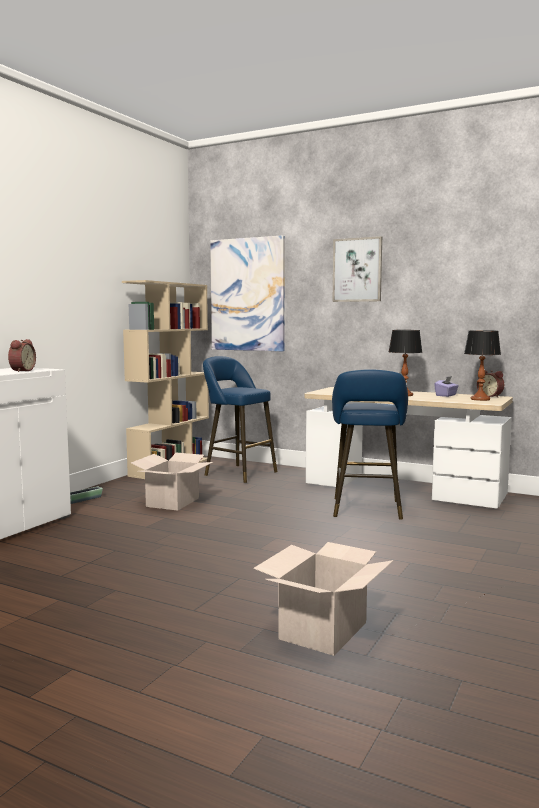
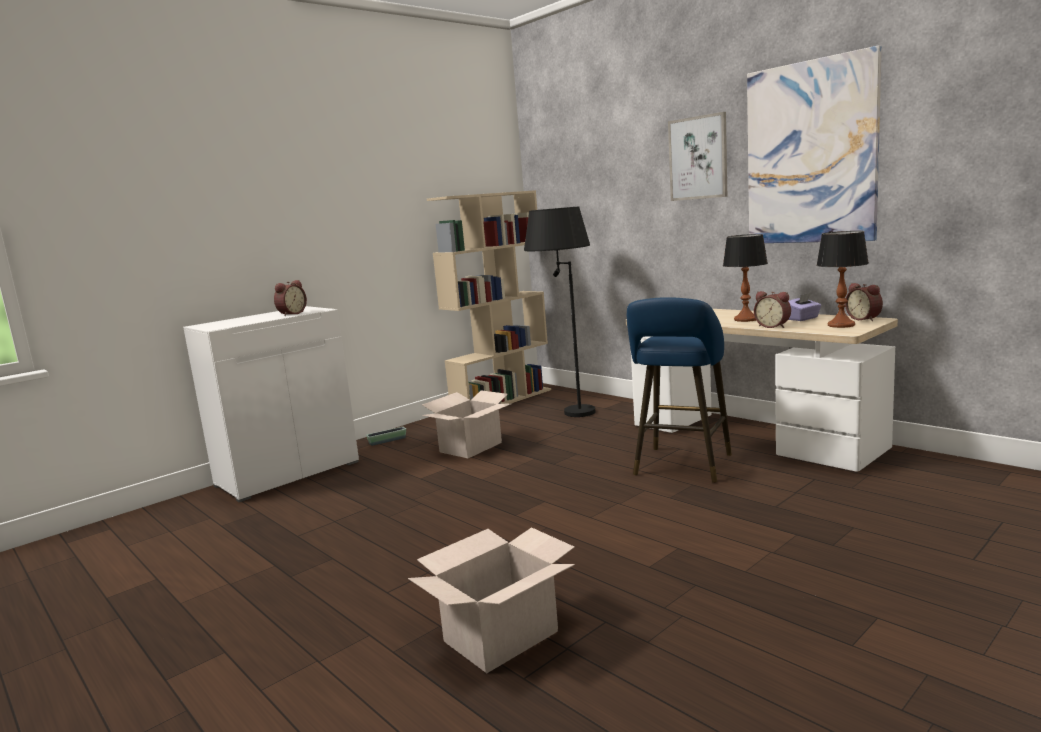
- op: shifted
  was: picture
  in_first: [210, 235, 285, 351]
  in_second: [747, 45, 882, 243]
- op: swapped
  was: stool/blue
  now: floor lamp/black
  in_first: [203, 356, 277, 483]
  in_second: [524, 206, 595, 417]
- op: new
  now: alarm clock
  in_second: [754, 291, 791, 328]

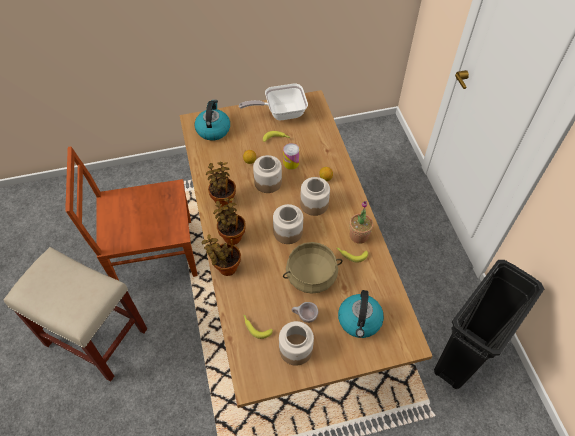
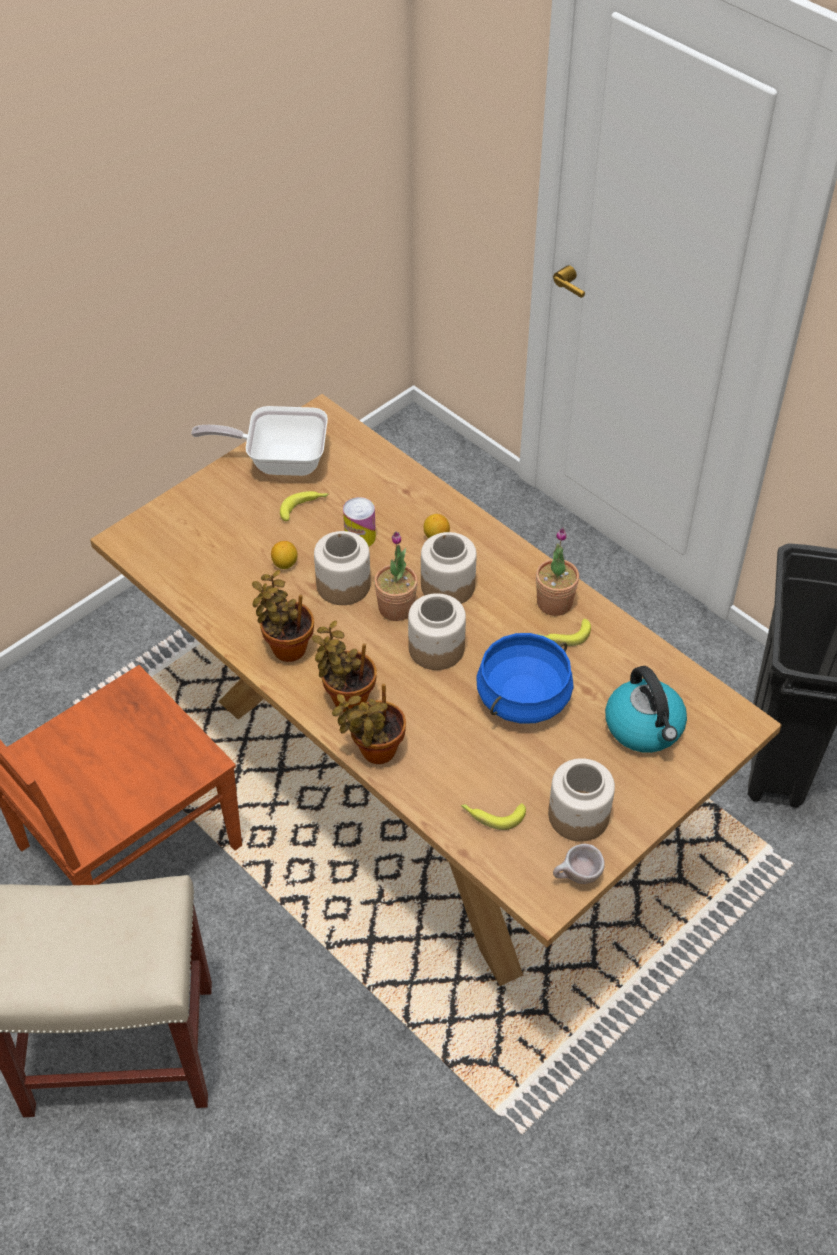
- op: rotated
  was: frying pan
  in_first: [239, 84, 308, 120]
  in_second: [191, 406, 328, 476]
  clockwise: 45
- op: gone
  was: kettle
  in_first: [195, 99, 230, 141]
- op: repainted
  was: cooking pot/beige
  now: cooking pot/blue
  in_first: [283, 242, 343, 294]
  in_second: [476, 633, 573, 724]
- op: shifted
  was: cup/beige
  in_first: [292, 302, 318, 323]
  in_second: [553, 844, 605, 884]
- op: new
  now: potted plant
  in_second: [374, 531, 418, 621]

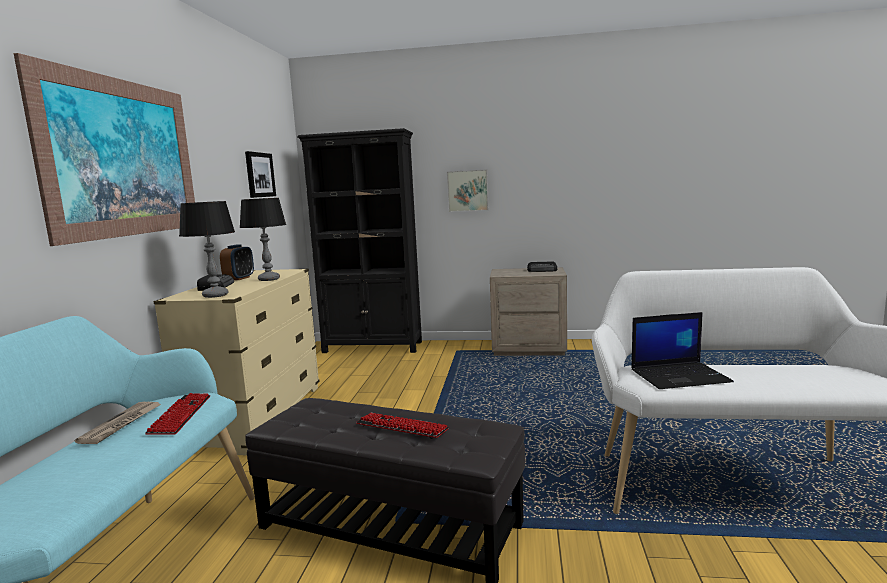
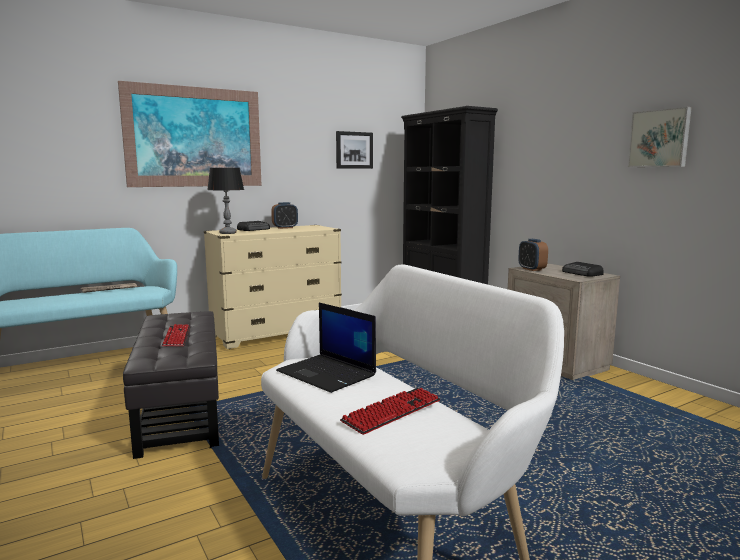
- op: shifted
  was: picture
  in_first: [447, 169, 489, 212]
  in_second: [628, 107, 692, 167]
- op: gone
  was: table lamp
  in_first: [239, 198, 286, 281]
- op: shifted
  was: keyboard
  in_first: [145, 393, 211, 435]
  in_second: [340, 388, 440, 435]
- op: new
  now: alarm clock
  in_second: [518, 239, 548, 271]

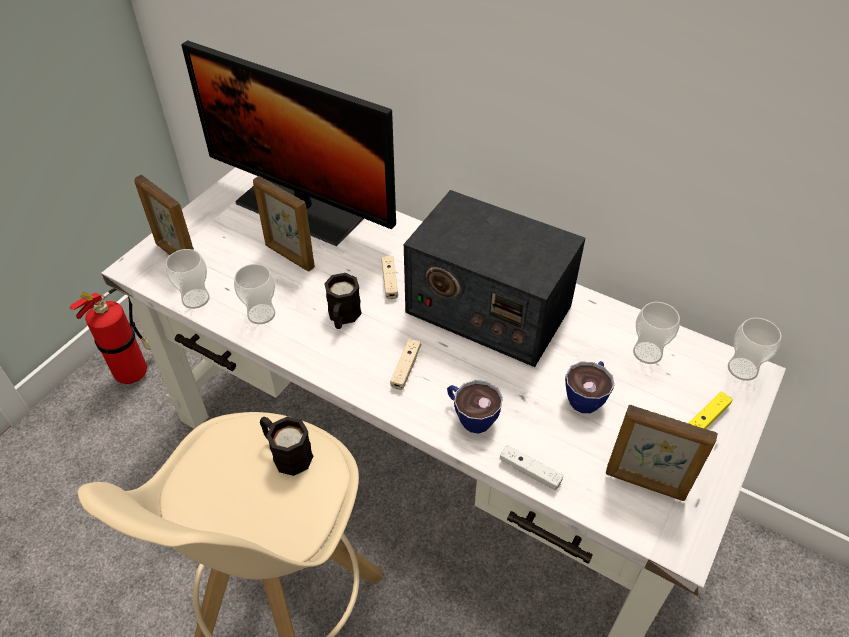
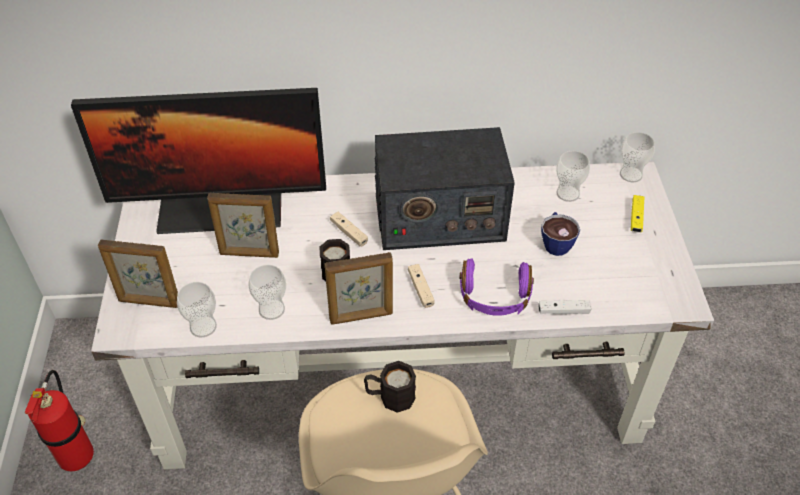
- op: swapped
  was: cup
  now: headphones/purple
  in_first: [447, 380, 503, 433]
  in_second: [459, 258, 534, 316]
- op: shifted
  was: picture frame
  in_first: [606, 405, 718, 501]
  in_second: [325, 252, 393, 325]

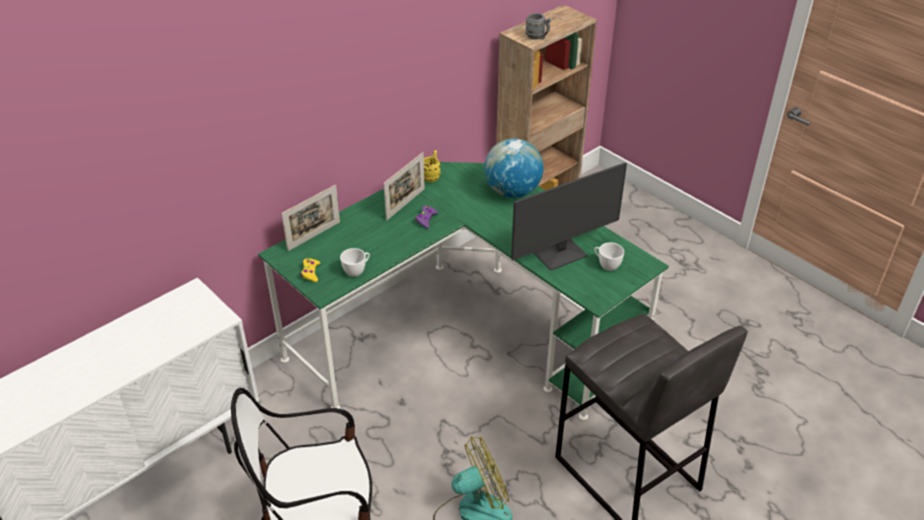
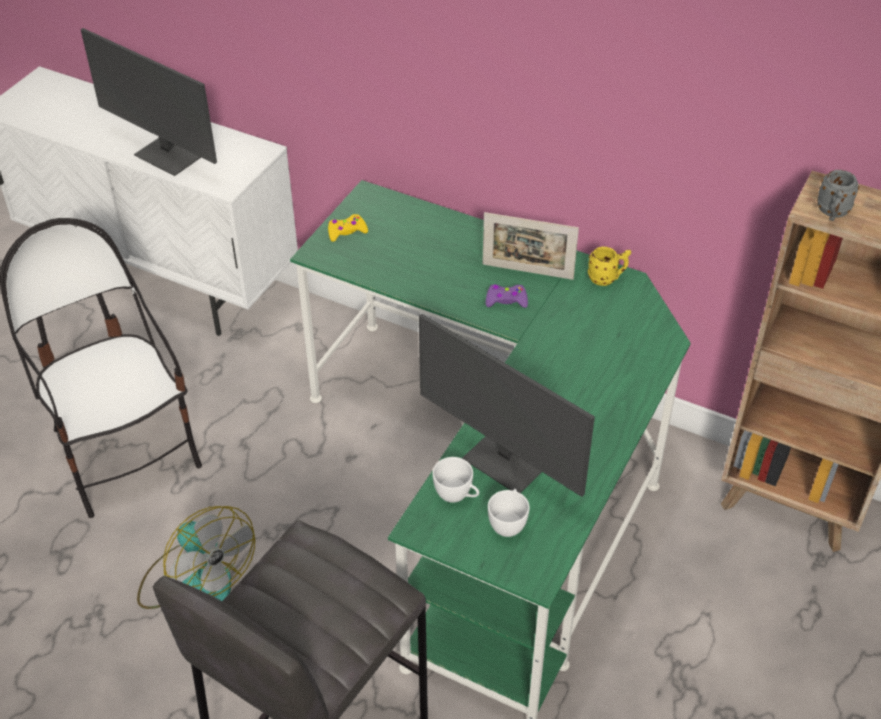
- op: gone
  was: globe
  in_first: [484, 138, 543, 198]
- op: gone
  was: picture frame
  in_first: [281, 185, 340, 251]
- op: shifted
  was: cup/white
  in_first: [340, 248, 370, 277]
  in_second: [432, 457, 479, 503]
- op: new
  now: monitor
  in_second: [81, 28, 217, 176]

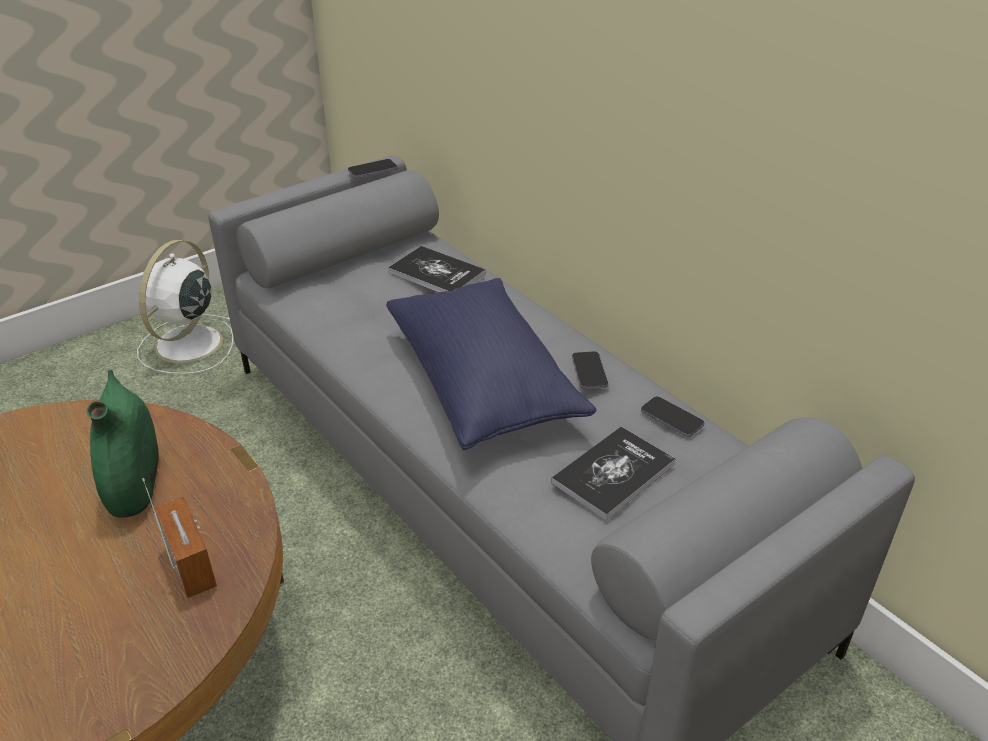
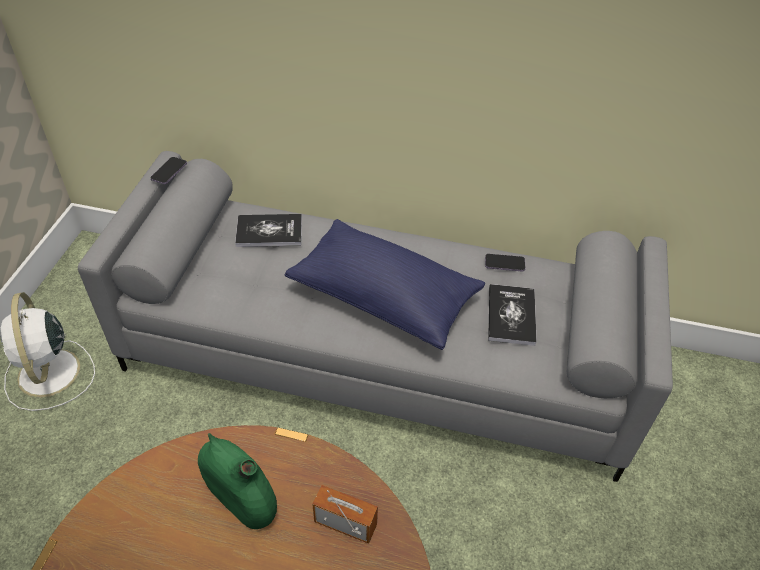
- op: gone
  was: phone
  in_first: [572, 351, 608, 389]

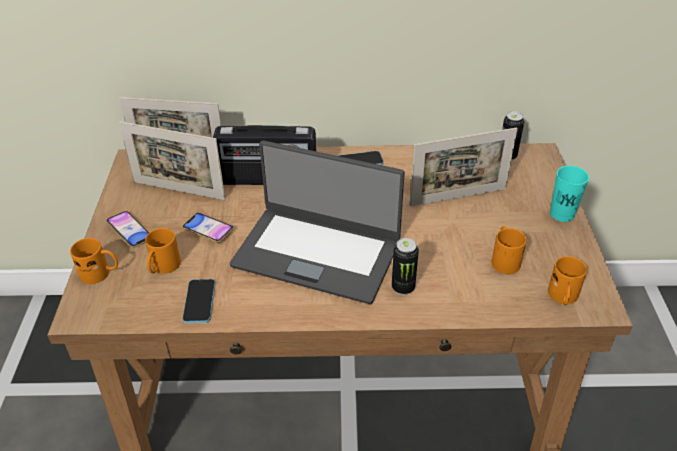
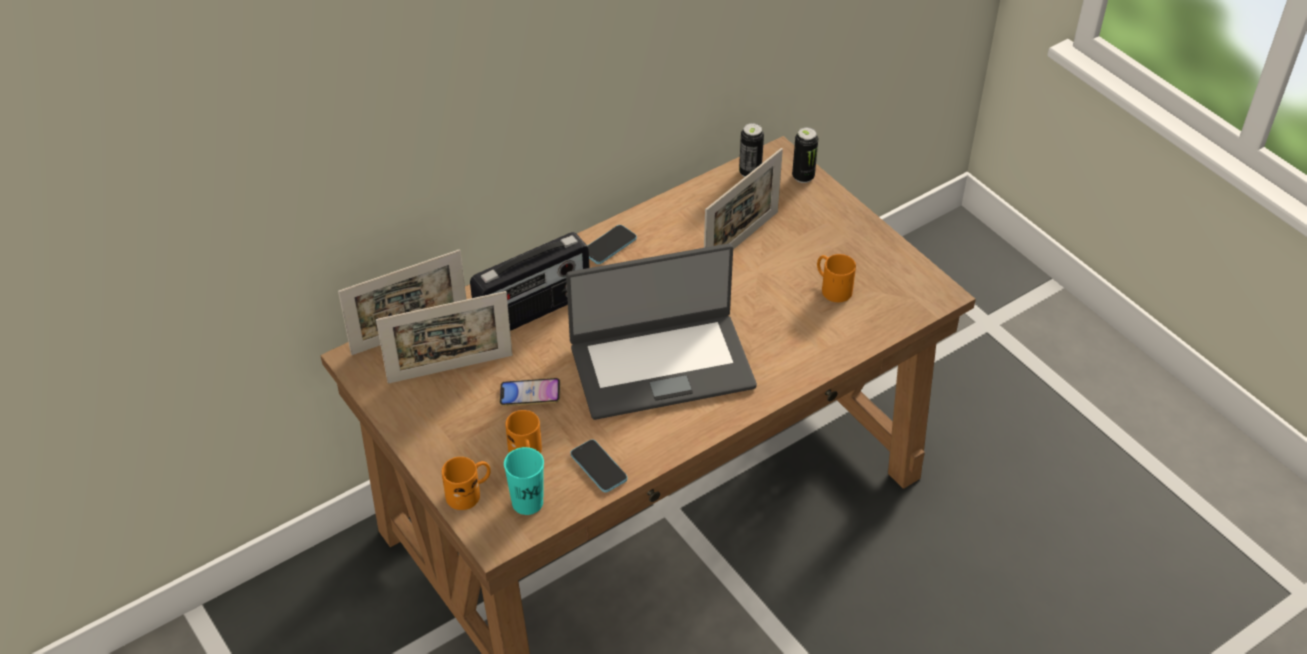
- op: shifted
  was: cup/turquoise
  in_first: [550, 166, 589, 222]
  in_second: [504, 447, 544, 515]
- op: gone
  was: phone
  in_first: [106, 211, 149, 248]
- op: shifted
  was: can
  in_first: [392, 238, 419, 295]
  in_second: [792, 127, 818, 183]
- op: gone
  was: mug/orange
  in_first: [548, 256, 587, 305]

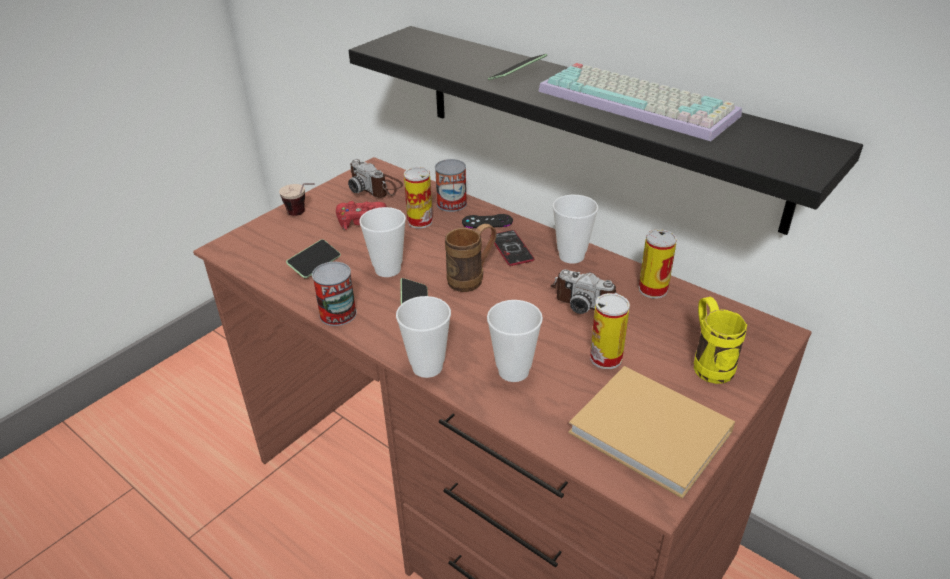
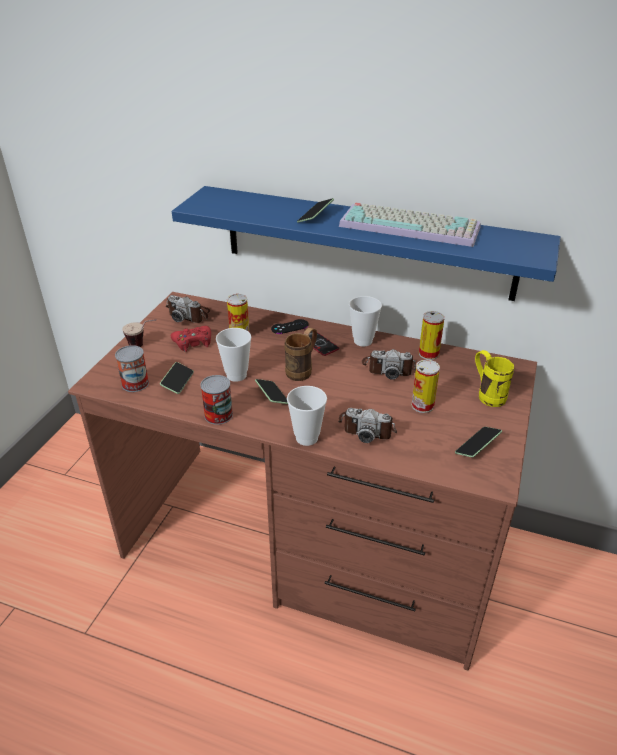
- op: repainted
  was: shelf/black
  now: shelf/blue
  in_first: [349, 26, 863, 235]
  in_second: [172, 186, 561, 301]
- op: shifted
  was: can
  in_first: [435, 159, 467, 212]
  in_second: [115, 345, 149, 392]
- op: swapped
  was: cup
  now: photo camera
  in_first: [487, 300, 543, 382]
  in_second: [338, 408, 397, 443]
- op: swapped
  was: book/beige
  now: phone
  in_first: [568, 366, 735, 499]
  in_second: [455, 427, 502, 457]

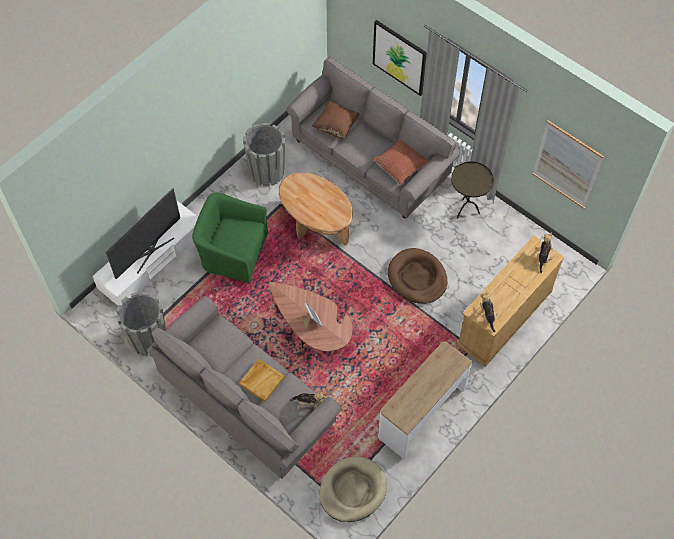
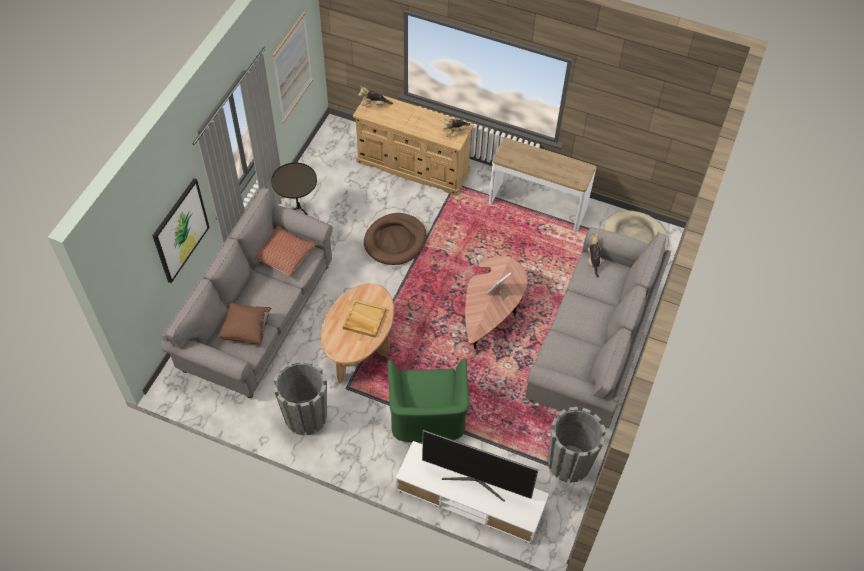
- op: shifted
  was: tray/beige
  in_first: [239, 359, 285, 402]
  in_second: [343, 299, 386, 338]

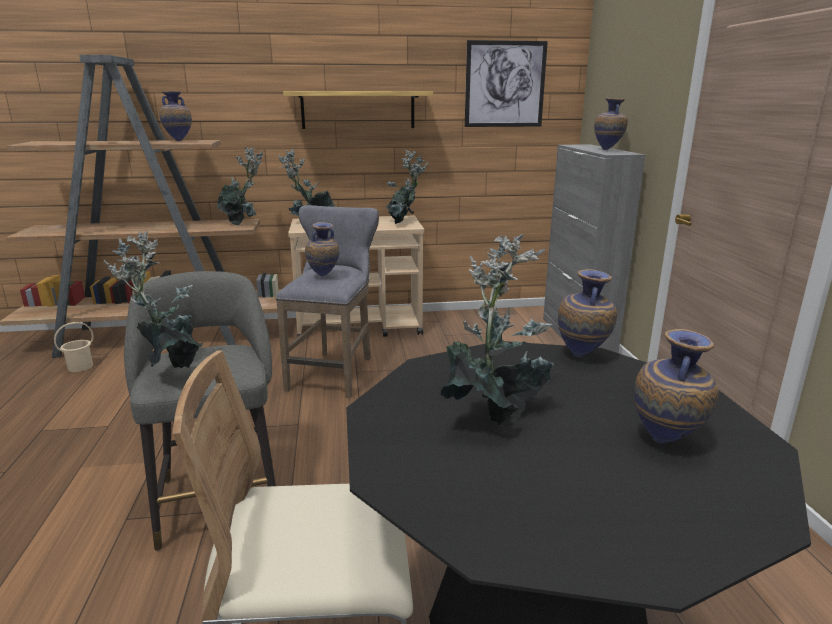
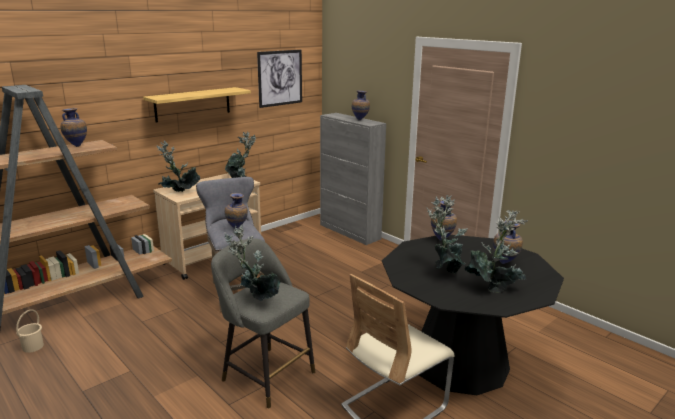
- op: shifted
  was: potted plant
  in_first: [217, 147, 263, 226]
  in_second: [464, 210, 528, 293]

